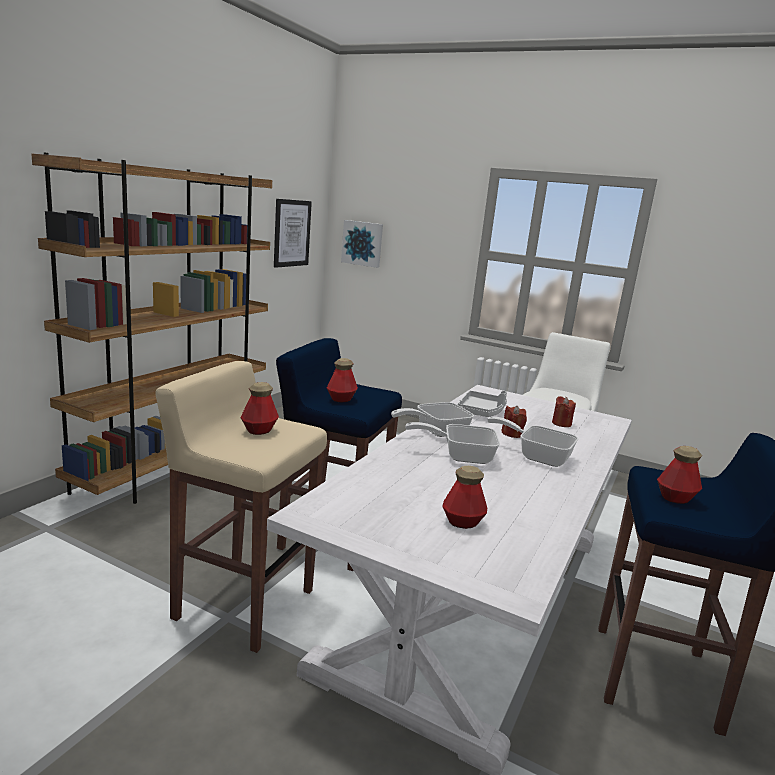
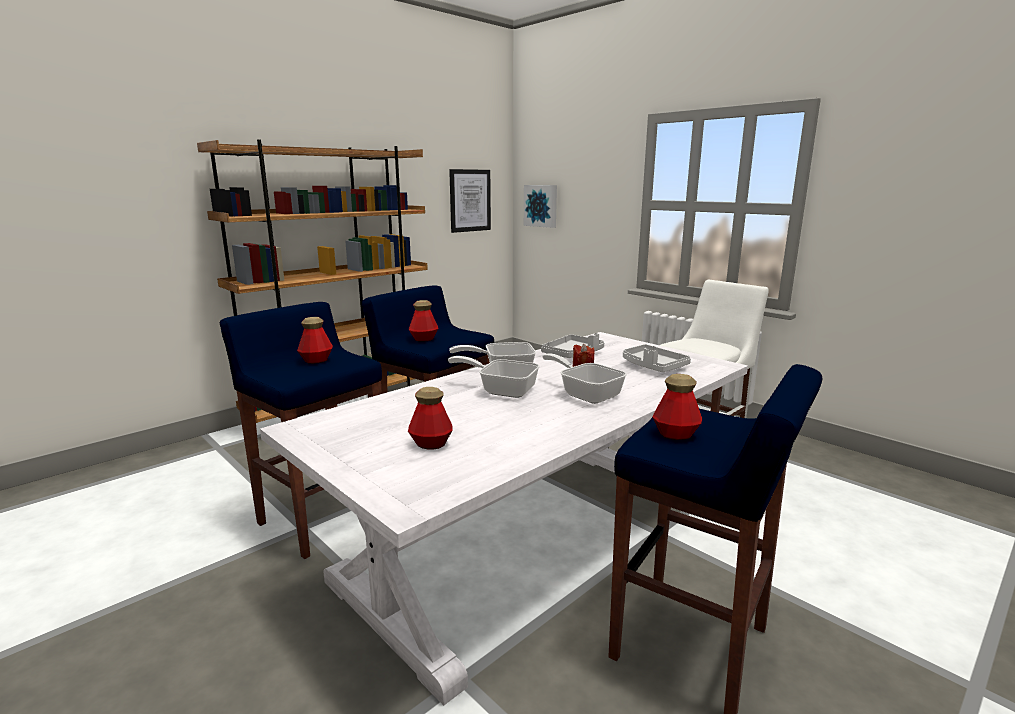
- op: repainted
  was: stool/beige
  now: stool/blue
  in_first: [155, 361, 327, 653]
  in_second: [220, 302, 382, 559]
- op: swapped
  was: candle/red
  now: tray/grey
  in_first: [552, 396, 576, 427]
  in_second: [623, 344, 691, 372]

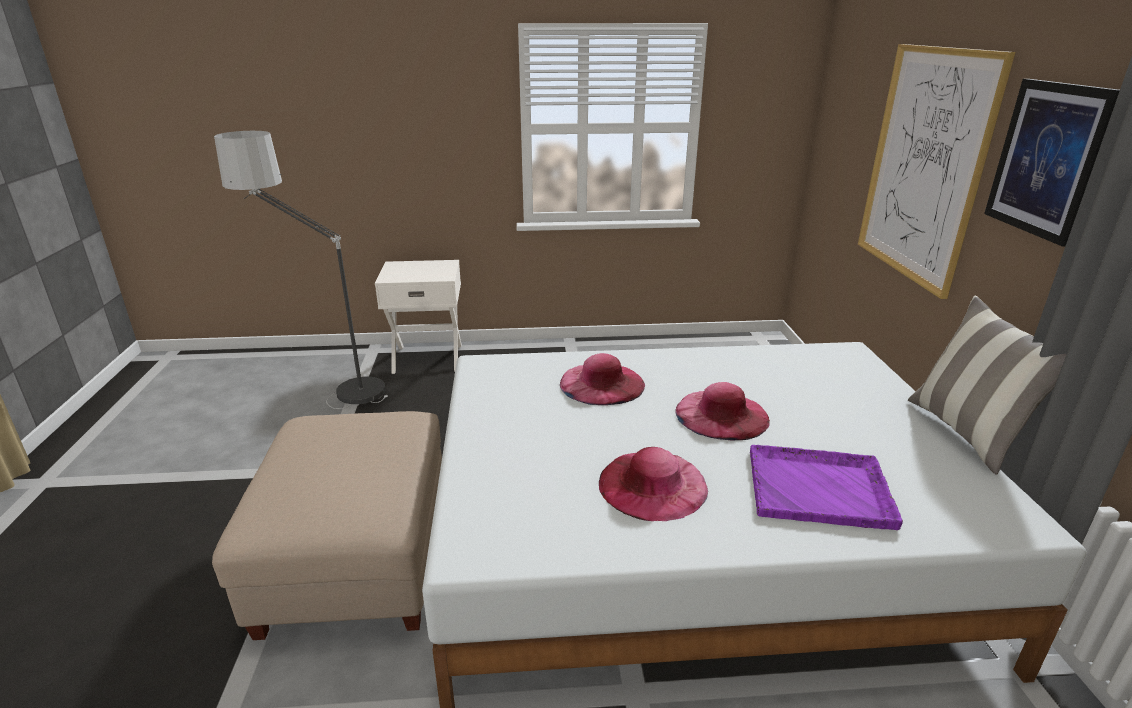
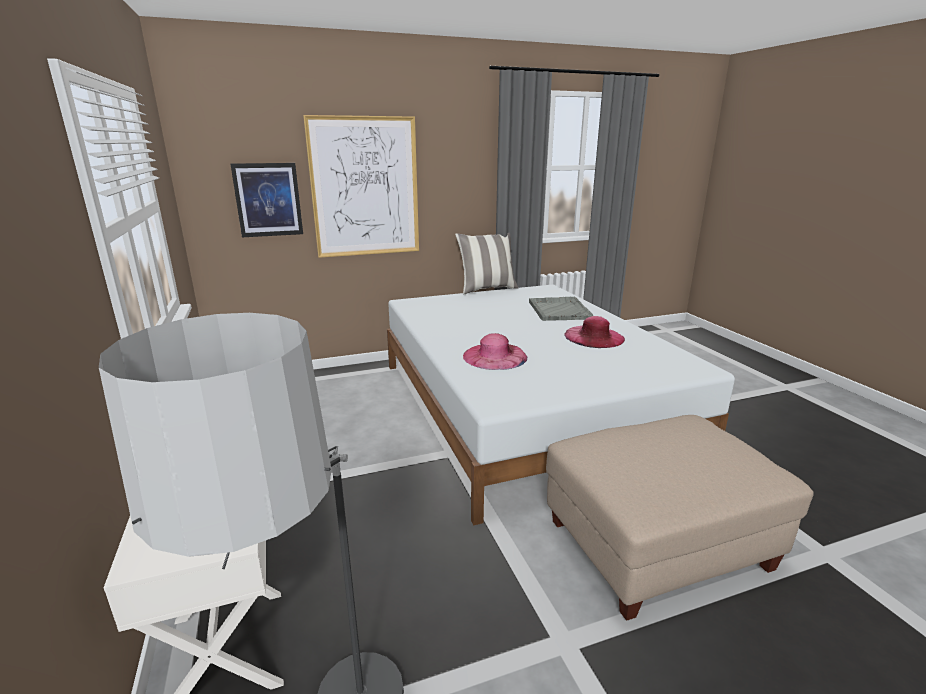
- op: shifted
  was: picture
  in_first: [984, 79, 1120, 247]
  in_second: [231, 163, 303, 237]
- op: gone
  was: hat/pink
  in_first: [675, 382, 770, 440]
- op: repainted
  was: tray/purple
  now: tray/grey
  in_first: [750, 445, 903, 530]
  in_second: [529, 297, 593, 321]

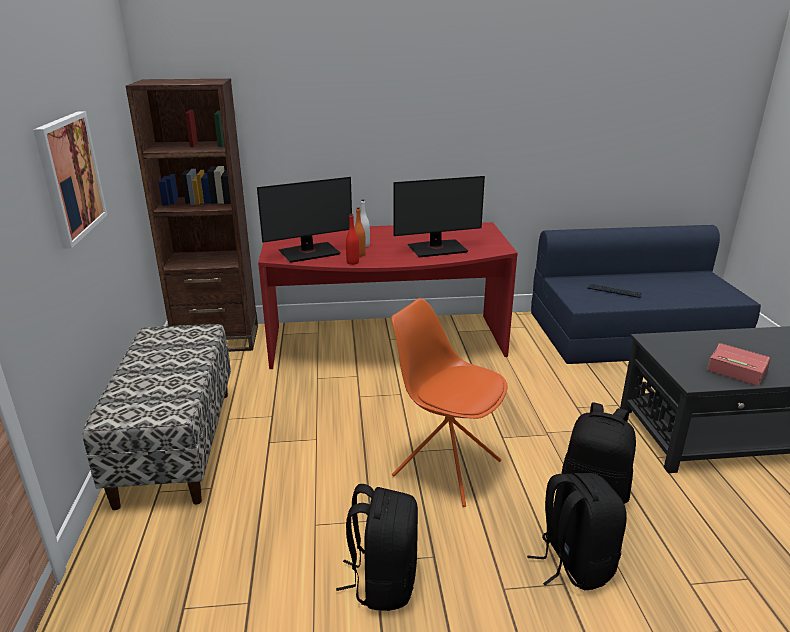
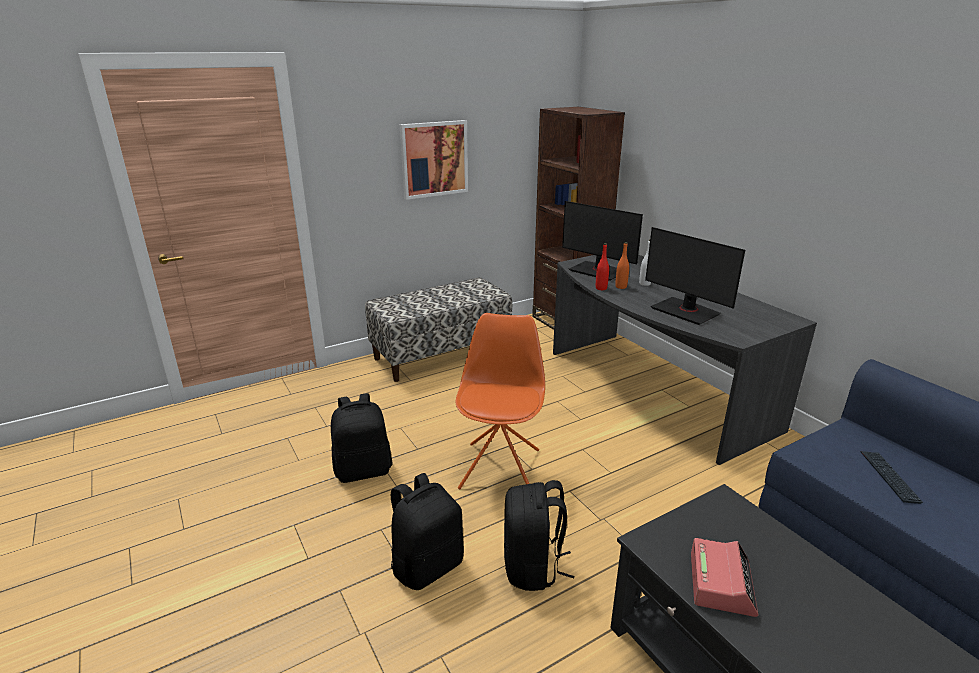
- op: repainted
  was: desk/red
  now: desk/grey
  in_first: [258, 222, 518, 369]
  in_second: [553, 255, 817, 465]

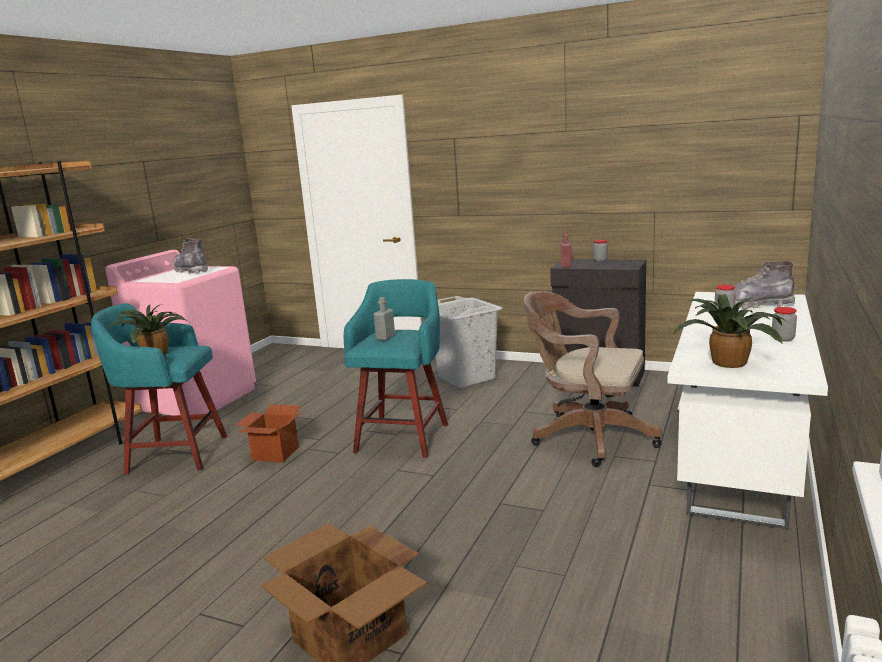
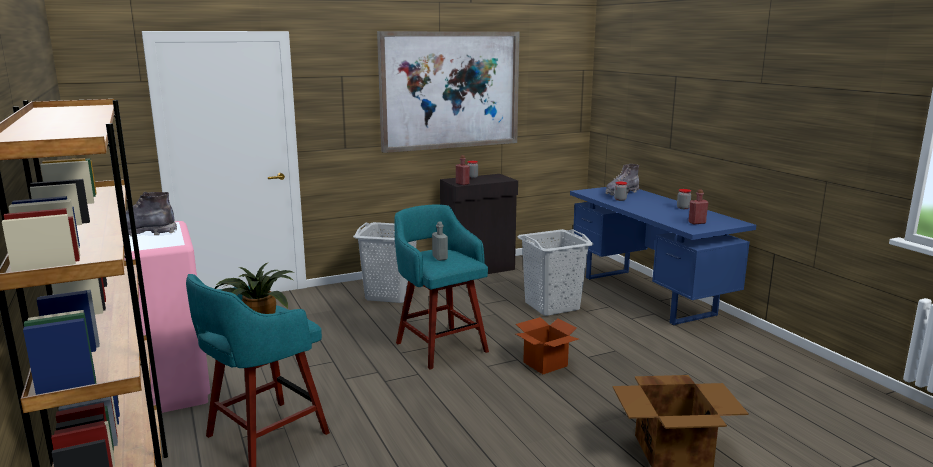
- op: swapped
  was: office chair/brown
  now: laundry basket/grey
  in_first: [524, 291, 662, 467]
  in_second: [517, 229, 593, 316]
- op: repainted
  was: desk/white
  now: desk/blue
  in_first: [667, 292, 828, 530]
  in_second: [570, 187, 756, 326]
- op: swapped
  was: potted plant
  now: bottle/red
  in_first: [672, 294, 788, 368]
  in_second: [688, 189, 709, 224]
- op: shifted
  was: cardboard box
  in_first: [236, 404, 303, 463]
  in_second: [516, 317, 578, 374]
- op: new
  now: picture
  in_second: [377, 31, 520, 153]

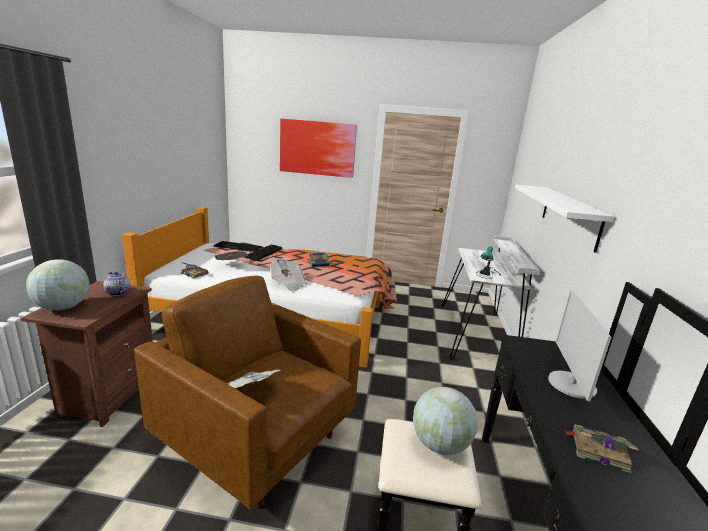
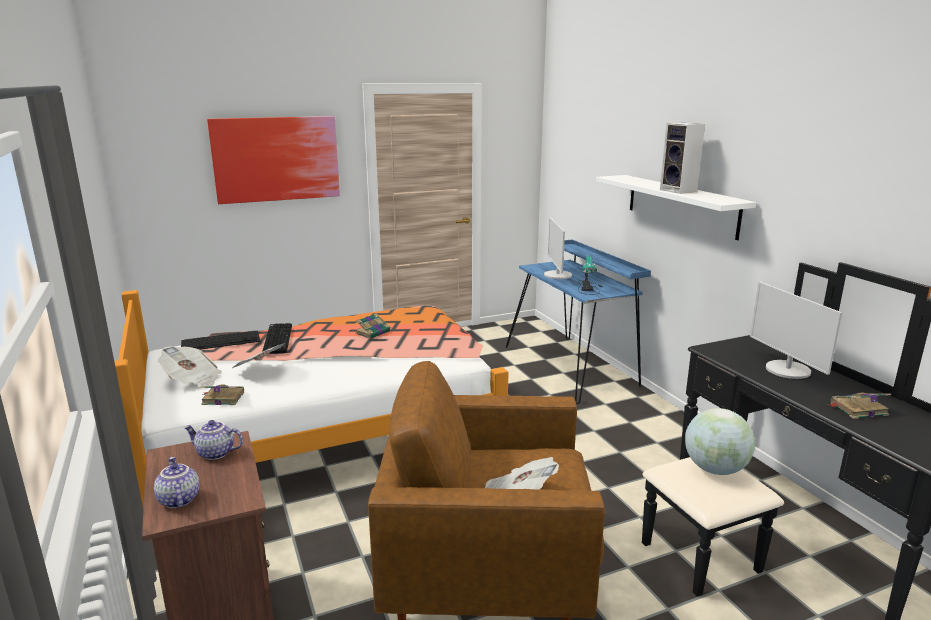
- op: repainted
  was: desk/white
  now: desk/blue
  in_first: [442, 236, 540, 360]
  in_second: [506, 240, 651, 404]
- op: swapped
  was: globe
  now: teapot
  in_first: [26, 259, 90, 310]
  in_second: [154, 457, 200, 508]
- op: shifted
  was: newspaper
  in_first: [270, 259, 307, 292]
  in_second: [158, 346, 222, 386]
- op: new
  now: speaker
  in_second: [660, 123, 705, 194]
- op: new
  now: monitor
  in_second: [544, 217, 572, 279]

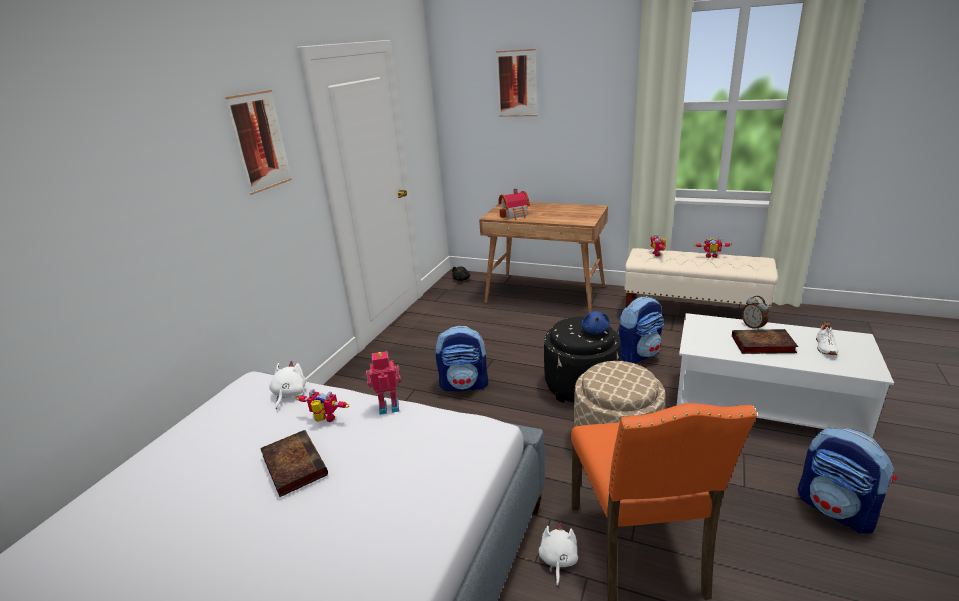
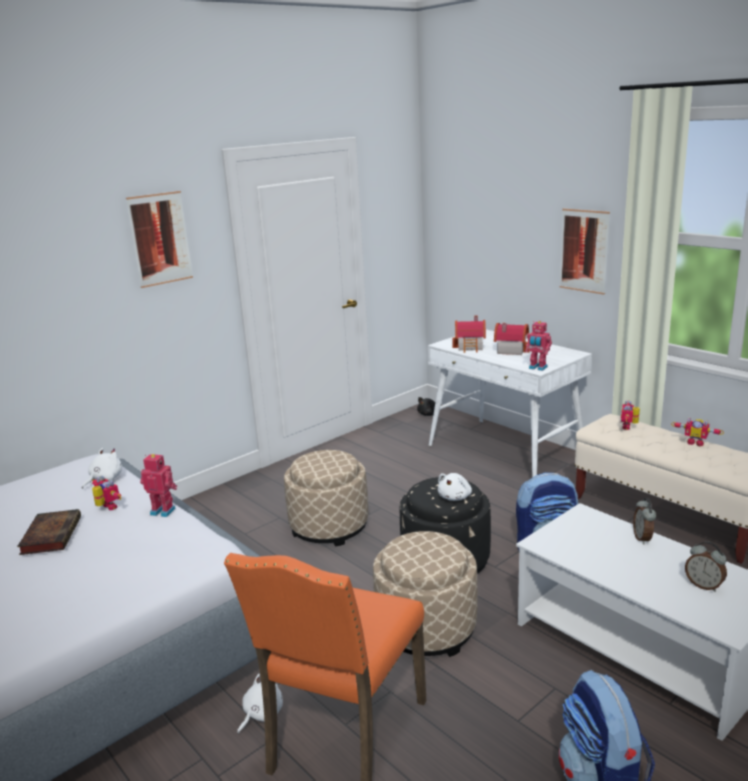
- op: shifted
  was: picture
  in_first: [496, 49, 537, 117]
  in_second: [560, 209, 610, 295]
- op: repainted
  was: desk/brown
  now: desk/white
  in_first: [479, 202, 608, 313]
  in_second: [428, 329, 592, 478]
- op: repainted
  was: plush toy/blue
  now: plush toy/white
  in_first: [581, 311, 610, 334]
  in_second: [438, 473, 472, 501]
- op: swapped
  was: shoe/white
  now: alarm clock
  in_first: [816, 322, 838, 355]
  in_second: [685, 541, 727, 592]
- op: swapped
  was: backpack
  now: ottoman/beige
  in_first: [436, 325, 488, 391]
  in_second: [284, 450, 368, 547]
- op: gone
  was: book
  in_first: [732, 329, 798, 354]
- op: new
  now: toy robot
  in_second: [525, 321, 552, 371]
- op: new
  now: toy house
  in_second: [494, 323, 529, 355]

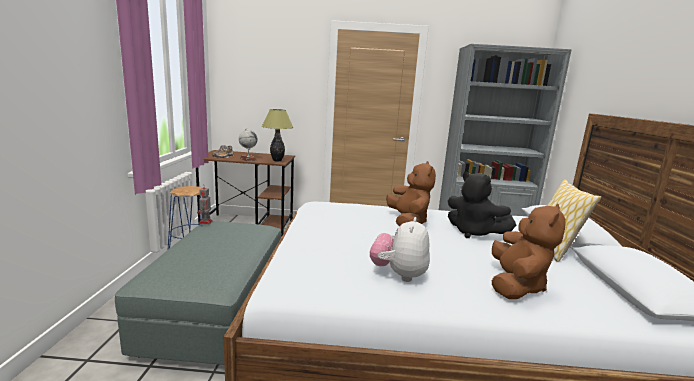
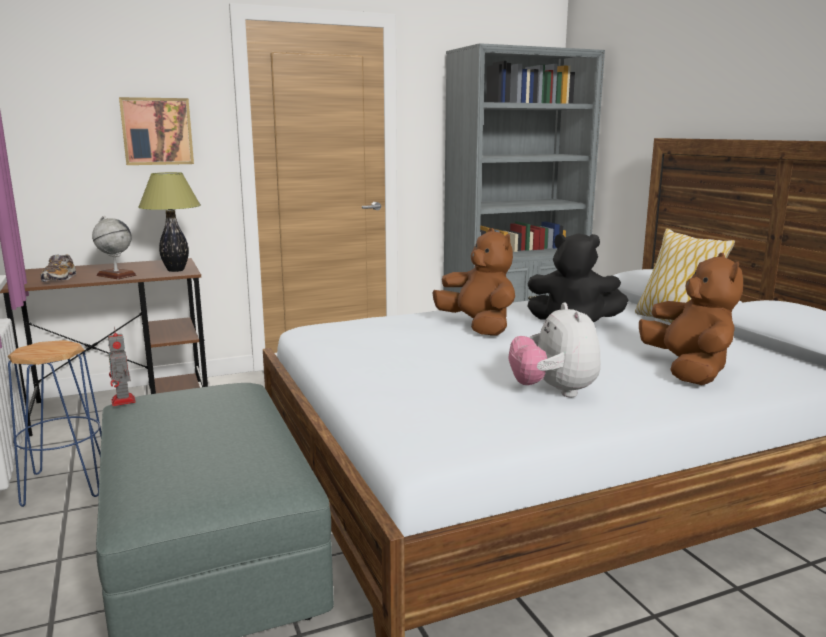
- op: new
  now: picture
  in_second: [119, 97, 194, 165]

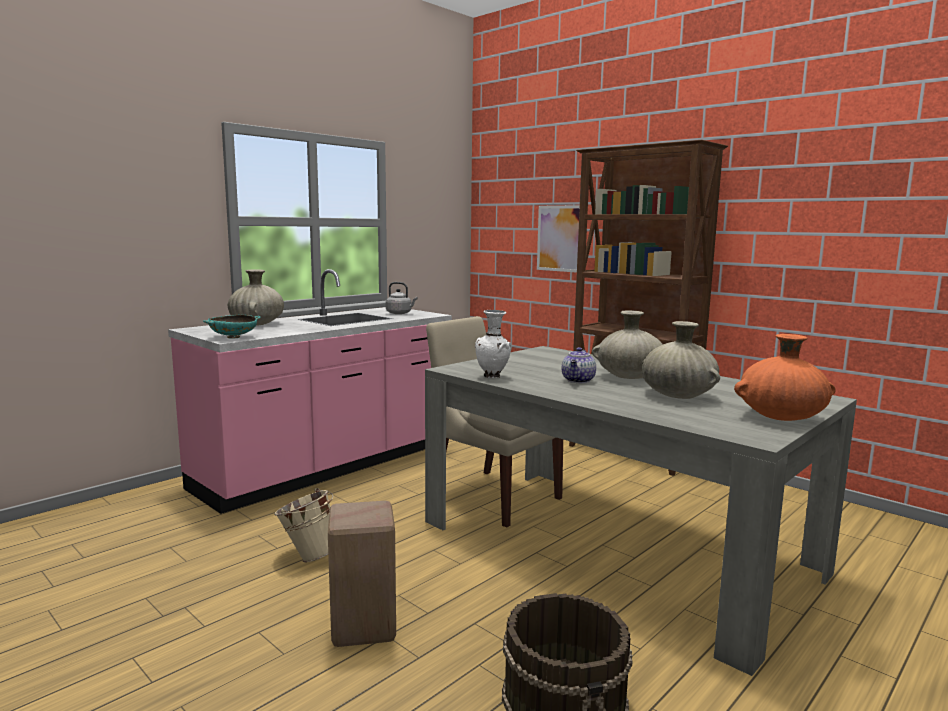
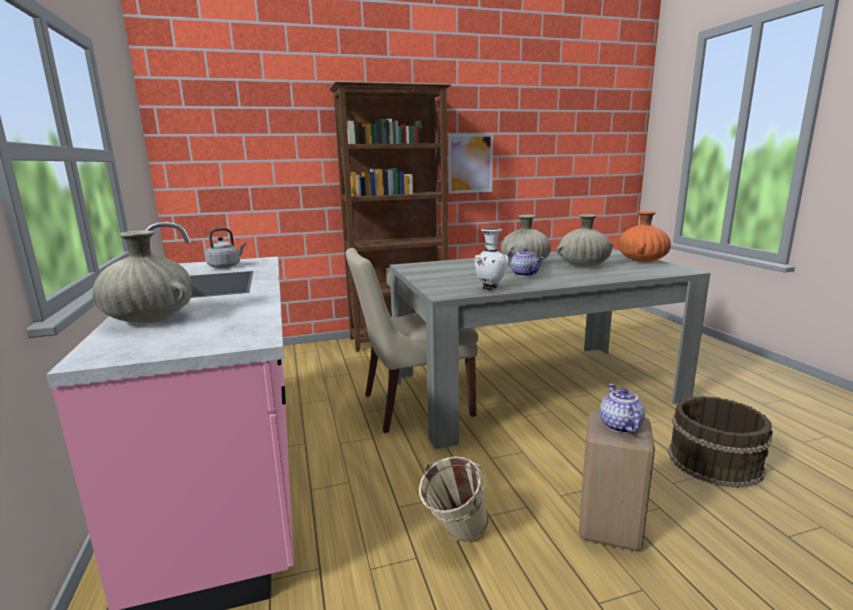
- op: shifted
  was: picture
  in_first: [537, 205, 580, 273]
  in_second: [448, 134, 493, 194]
- op: gone
  was: bowl/turquoise
  in_first: [203, 315, 261, 338]
- op: new
  now: teapot
  in_second: [600, 384, 645, 433]

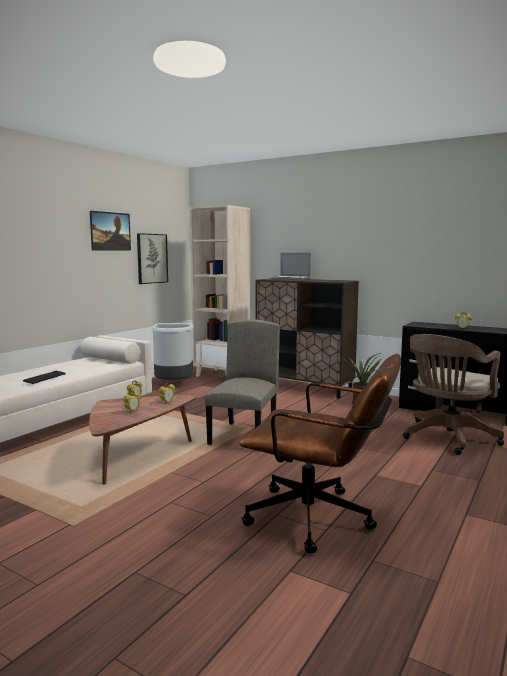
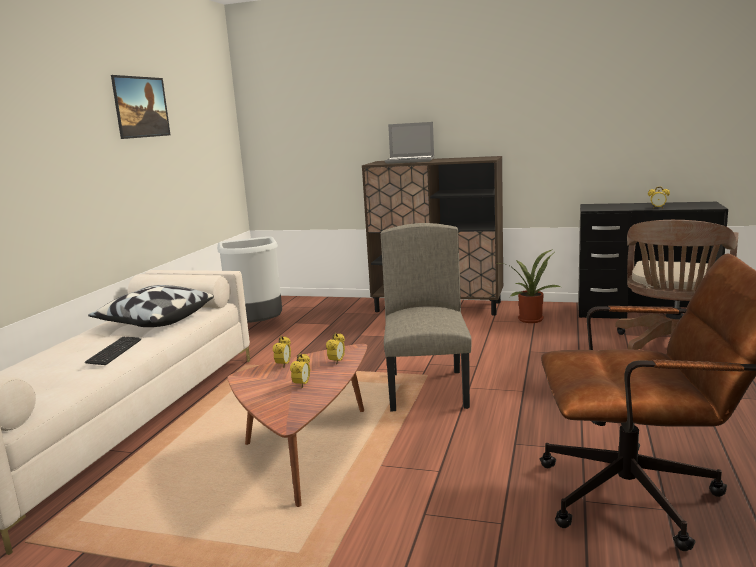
- op: gone
  was: bookcase/beige
  in_first: [190, 205, 250, 377]
- op: gone
  was: picture
  in_first: [137, 233, 168, 284]
- op: new
  now: pillow
  in_second: [88, 285, 214, 327]

